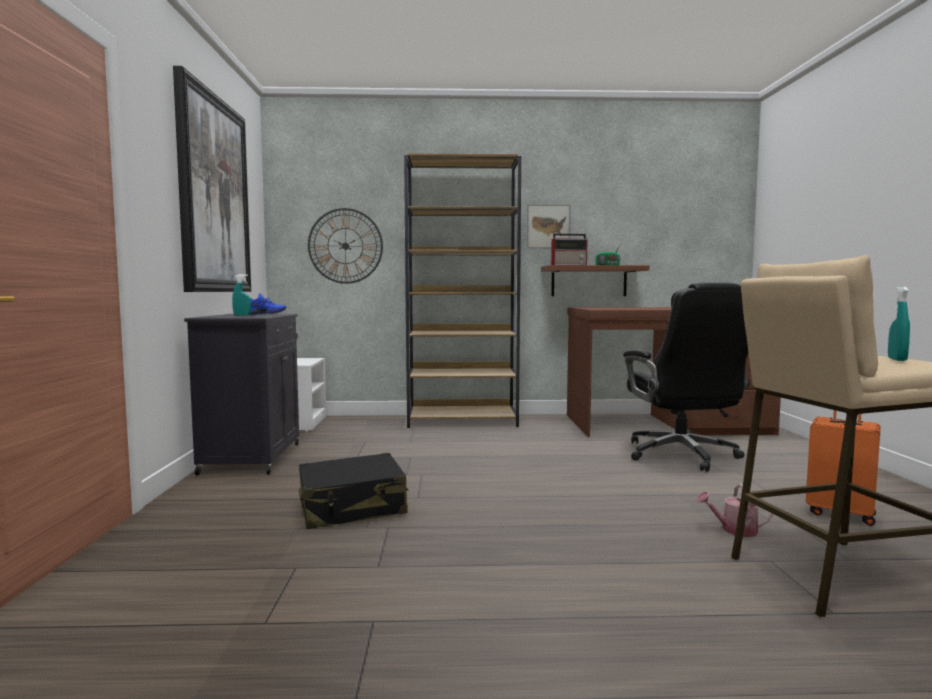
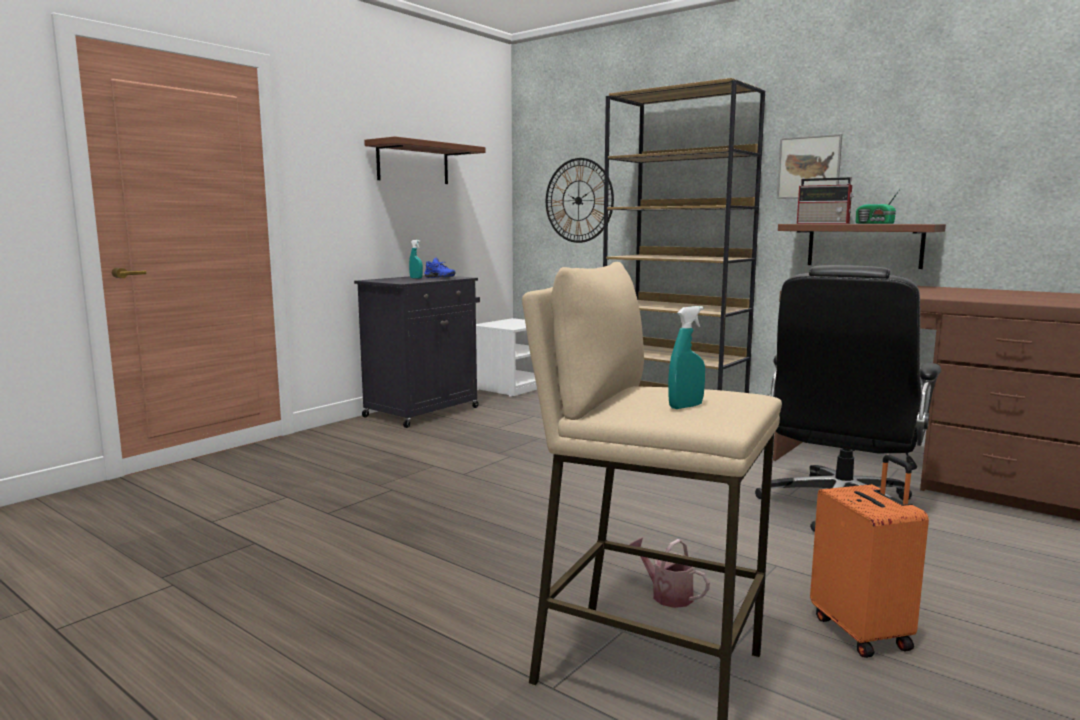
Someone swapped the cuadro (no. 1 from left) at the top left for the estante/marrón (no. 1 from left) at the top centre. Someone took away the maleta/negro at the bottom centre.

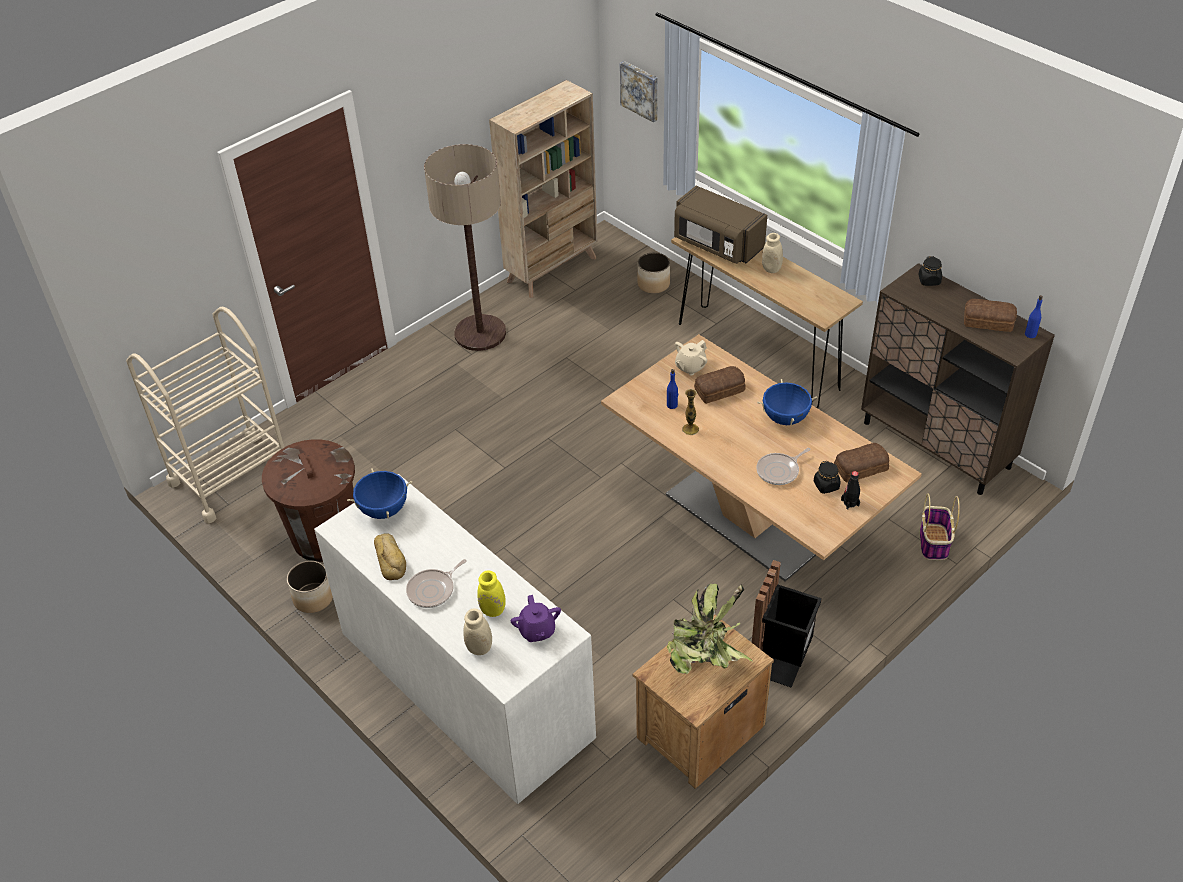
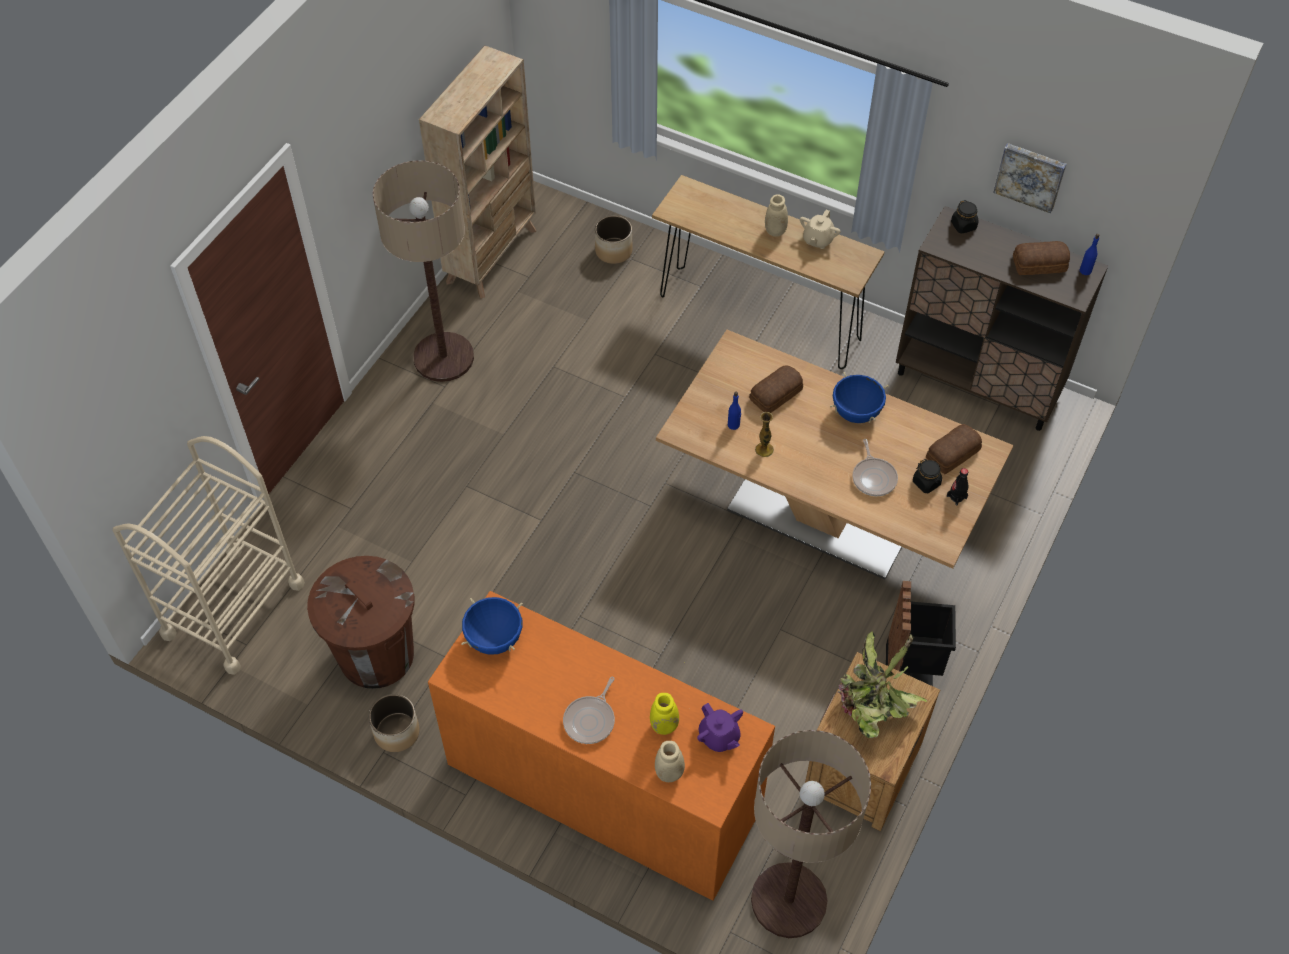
Someone repainted the cómoda/blanco at the bottom centre, which became the cómoda/naranja at the bottom centre. Someone put down the lámpara de pie (no. 2 from left) at the bottom centre. Someone carried the tetera/beis from the centre to the top centre. Someone rotated the sartén (no. 2 from left) at the centre by 45 degrees counterclockwise. Someone carried the cuadro from the top centre to the top right. Someone took away the pan (no. 1 from left) at the middle left. Someone took away the microondas/marrón at the top centre. Someone took away the cesta at the middle right.

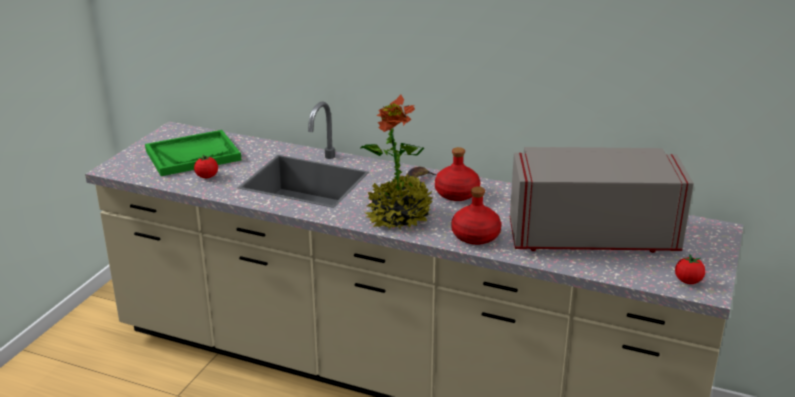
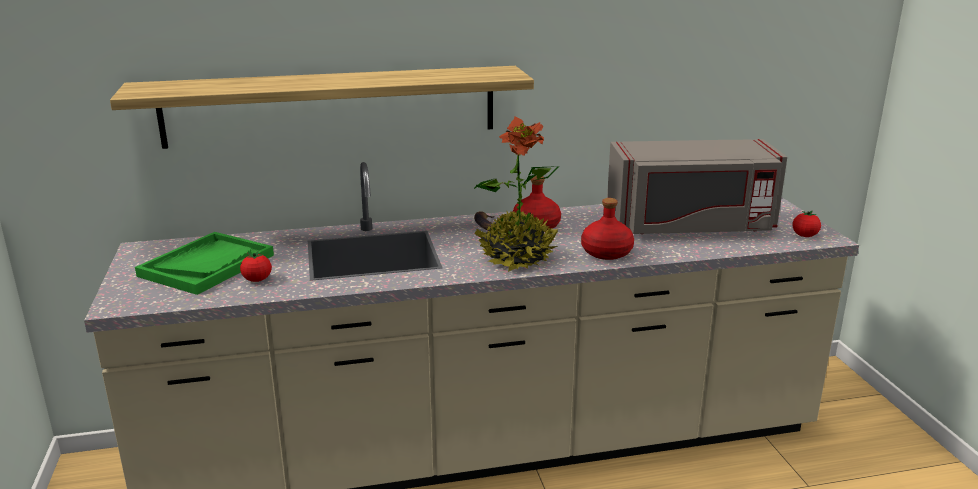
Someone put up the estante at the top left. Someone rotated the microondas/gris at the middle right by 150 degrees counterclockwise.

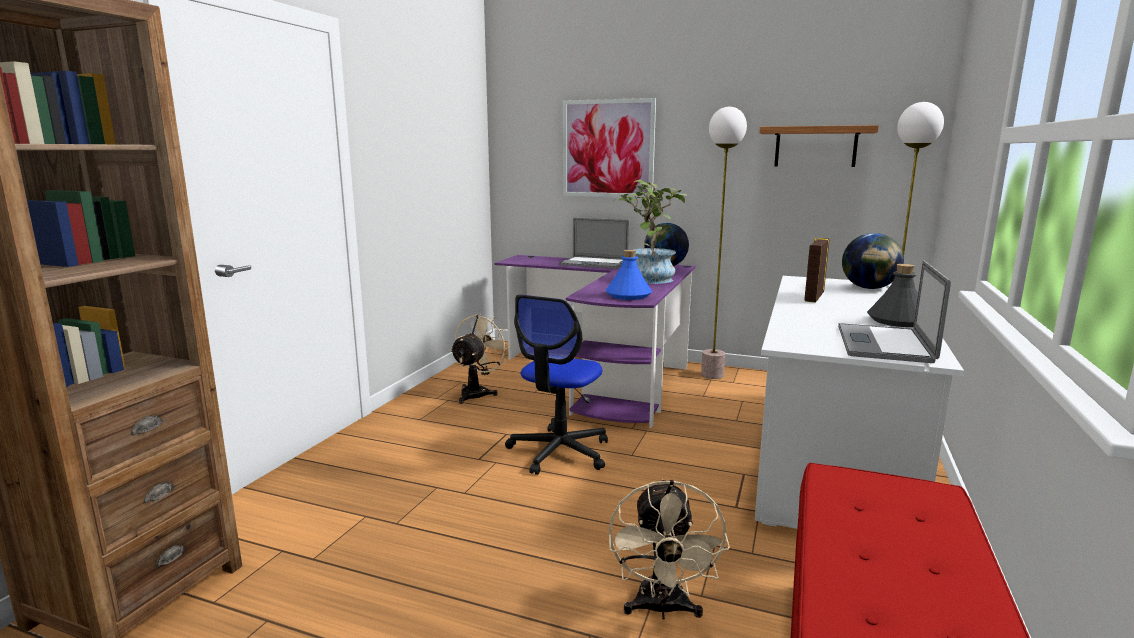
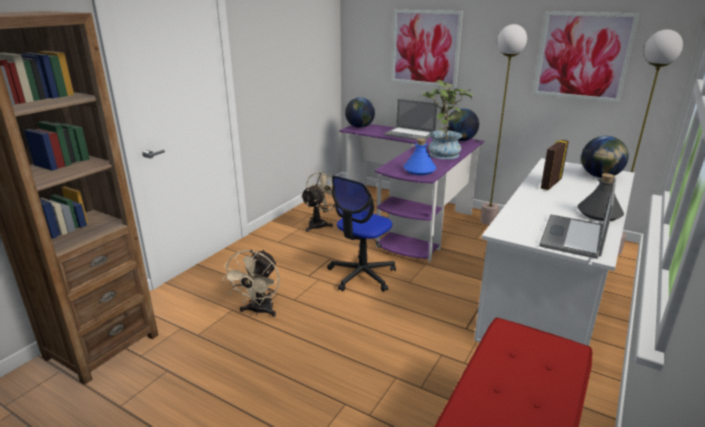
Someone carried the ventilador/beis (no. 2 from left in the first image) from the bottom centre to the centre. Someone put down the globo terráqueo (no. 1 from left) at the top centre. Someone swapped the estante at the top right for the cuadro (no. 2 from left) at the top right.

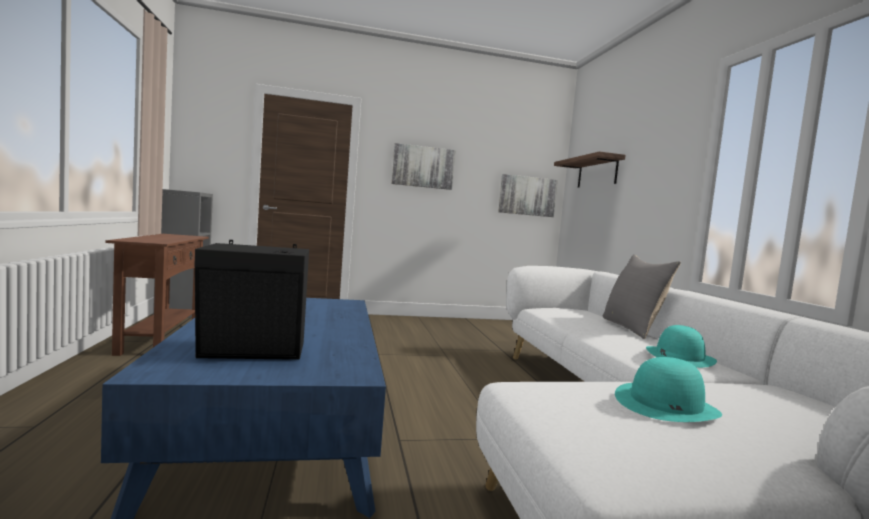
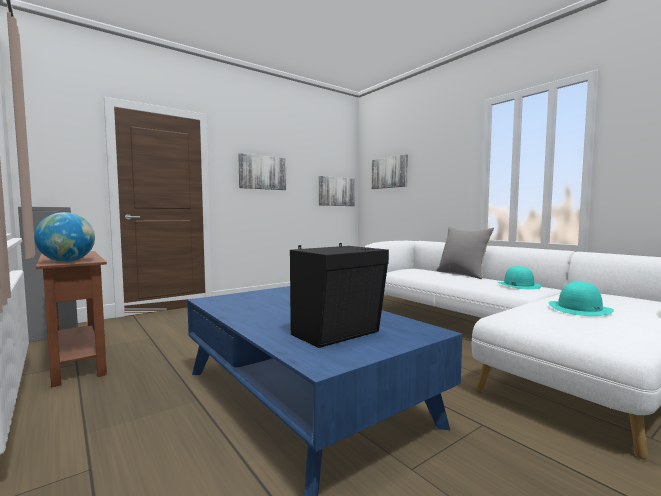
Someone put down the globo terráqueo at the middle left. Someone swapped the estante at the top right for the cuadro (no. 3 from left) at the centre.

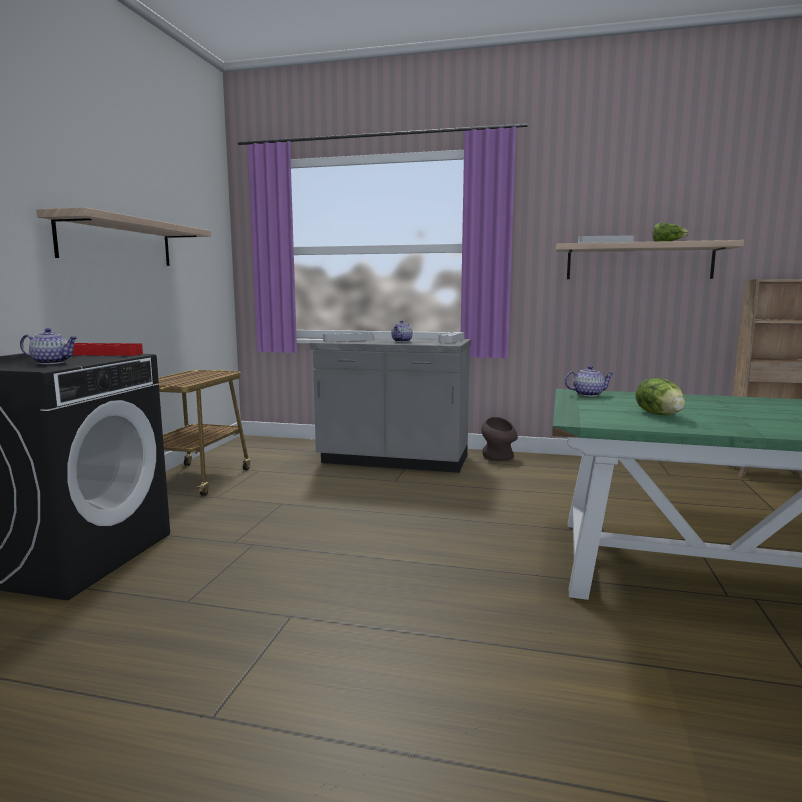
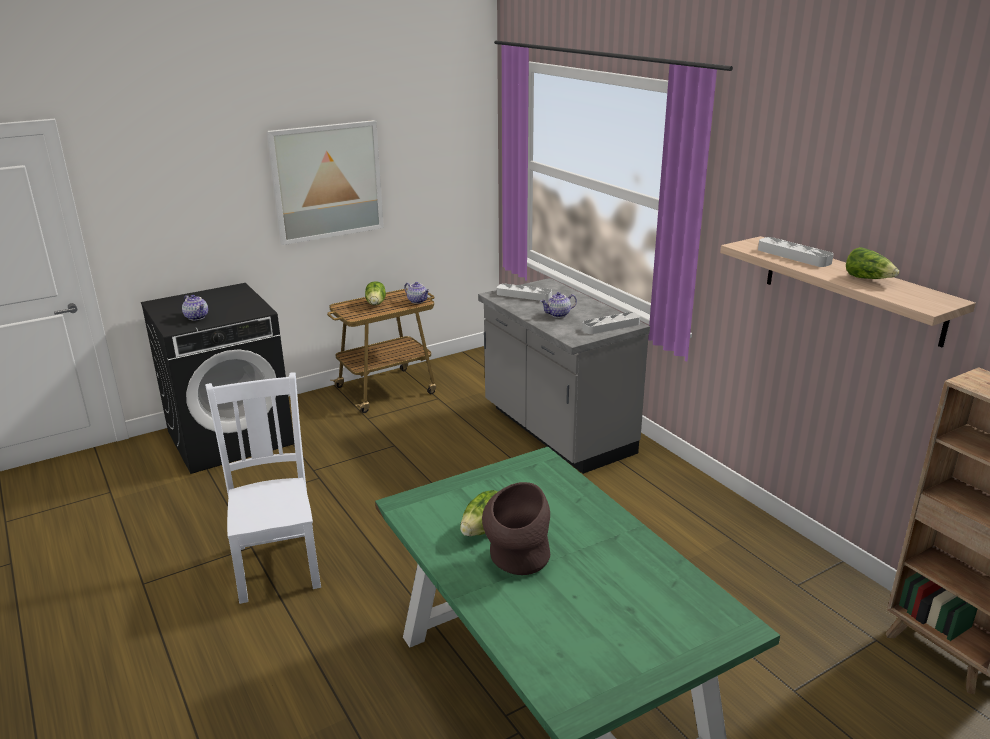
Someone put down the silla/blanco at the middle left. Someone swapped the estante (no. 1 from left) at the top left for the cuadro at the top left. Someone put down the lechuga (no. 1 from left) at the centre. Someone carried the tetera (no. 3 from left in the first image) from the middle right to the centre. Someone carried the florero/marrón from the centre to the bottom centre. Someone took away the bandeja/rojo at the middle left.

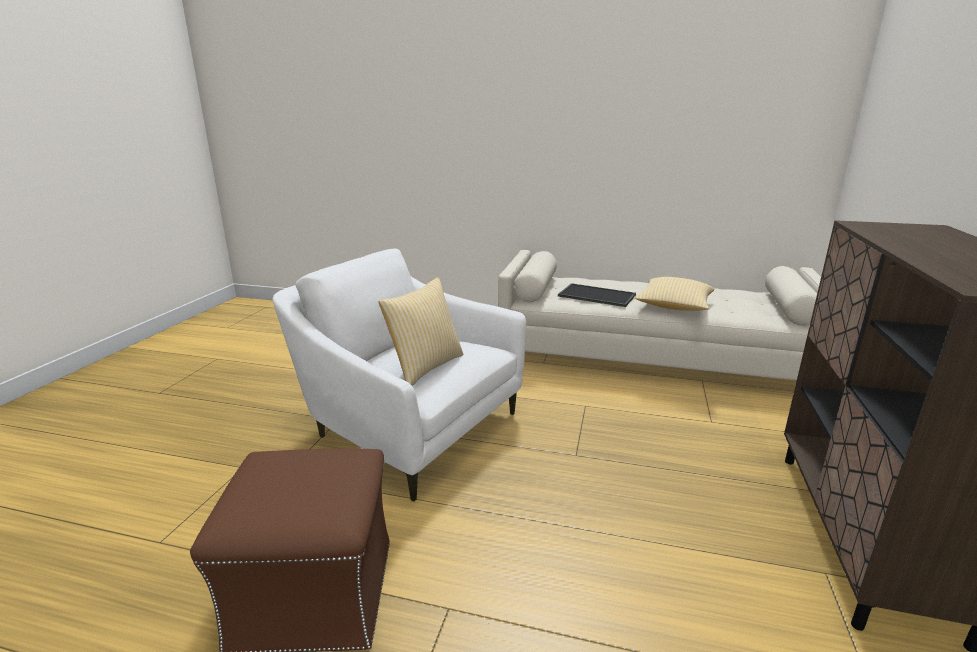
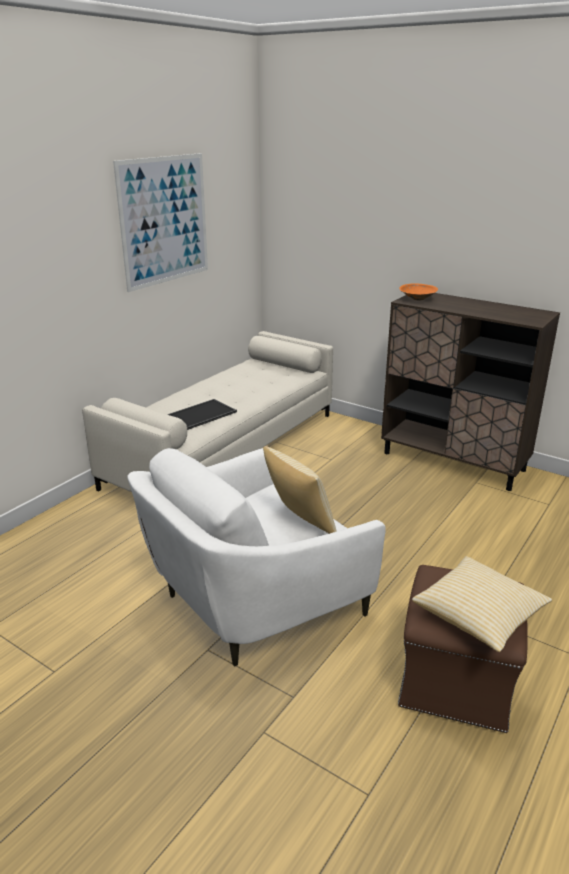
Someone put up the cuadro at the top left. Someone put down the cuenco/naranja at the middle right. Someone carried the cojín (no. 2 from left) from the middle right to the bottom right.

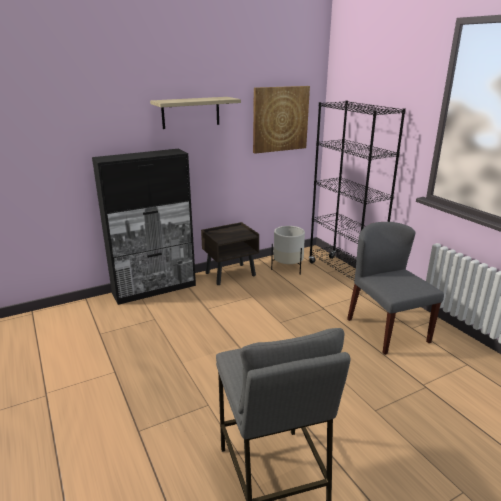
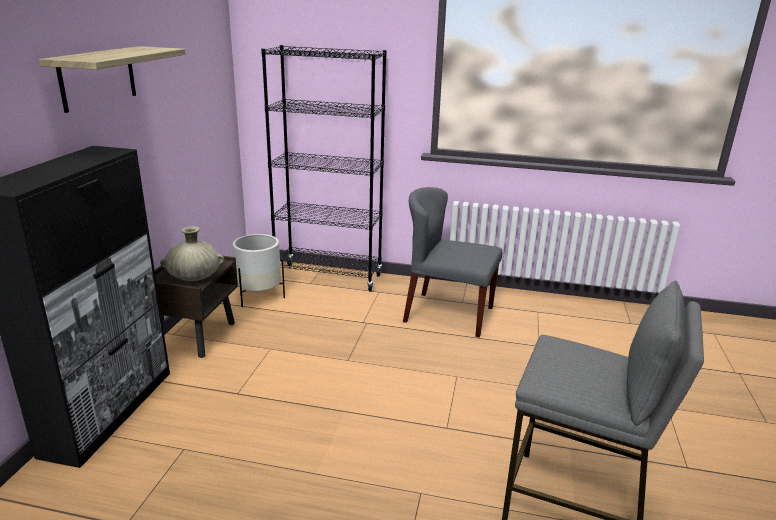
Someone put down the florero/beis at the middle left. Someone took away the cuadro at the top centre.

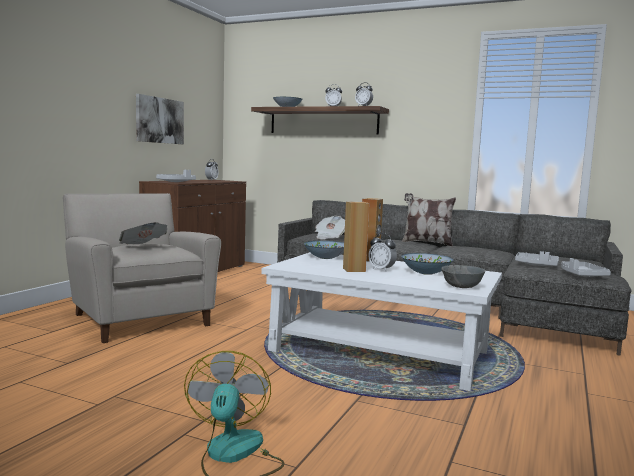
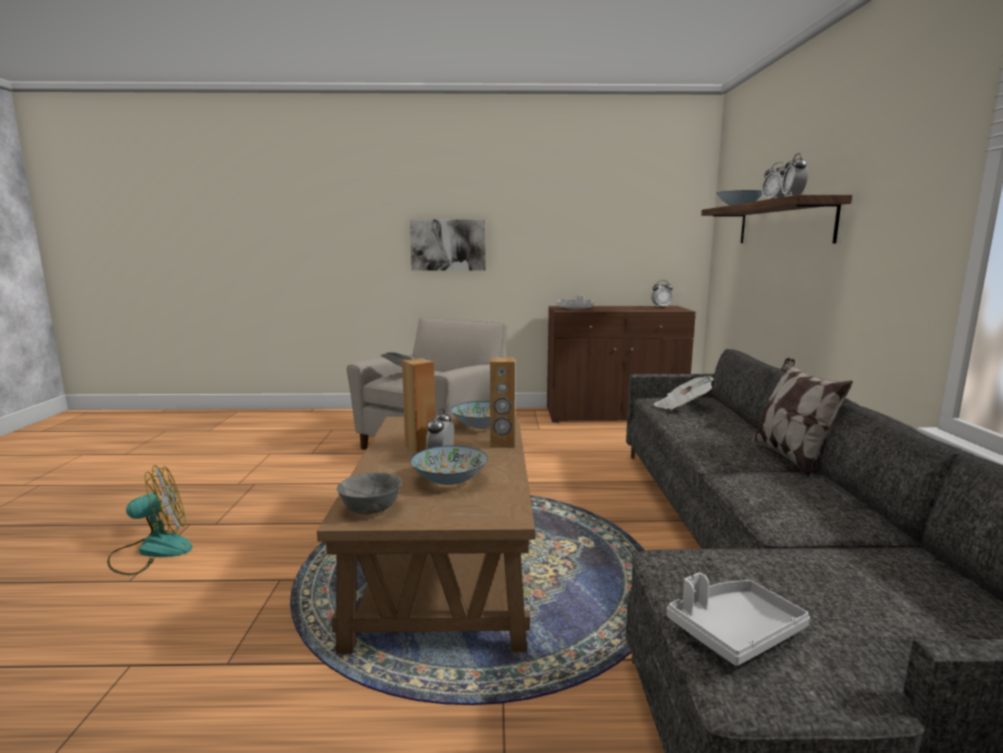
Someone repainted the mesa de centro/blanco at the bottom centre, which became the mesa de centro/marrón at the bottom centre. Someone carried the cuadro from the top left to the top centre. Someone took away the bandeja/gris (no. 2 from left) at the middle right.

